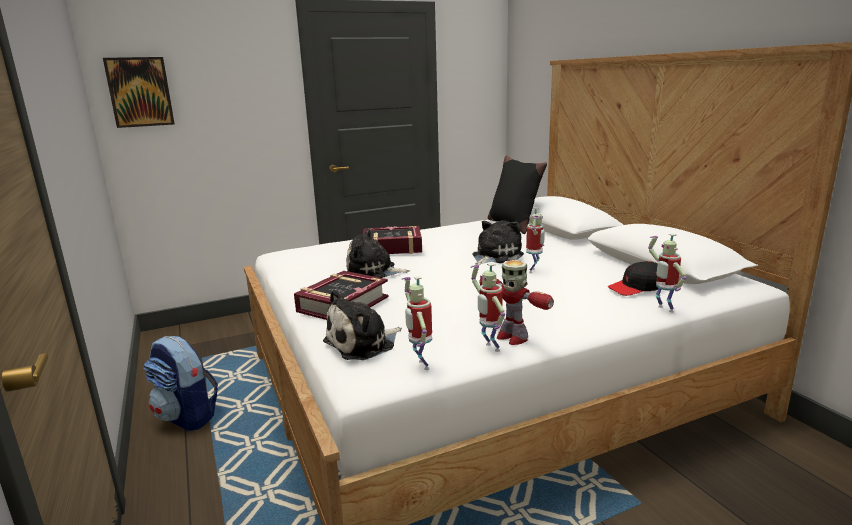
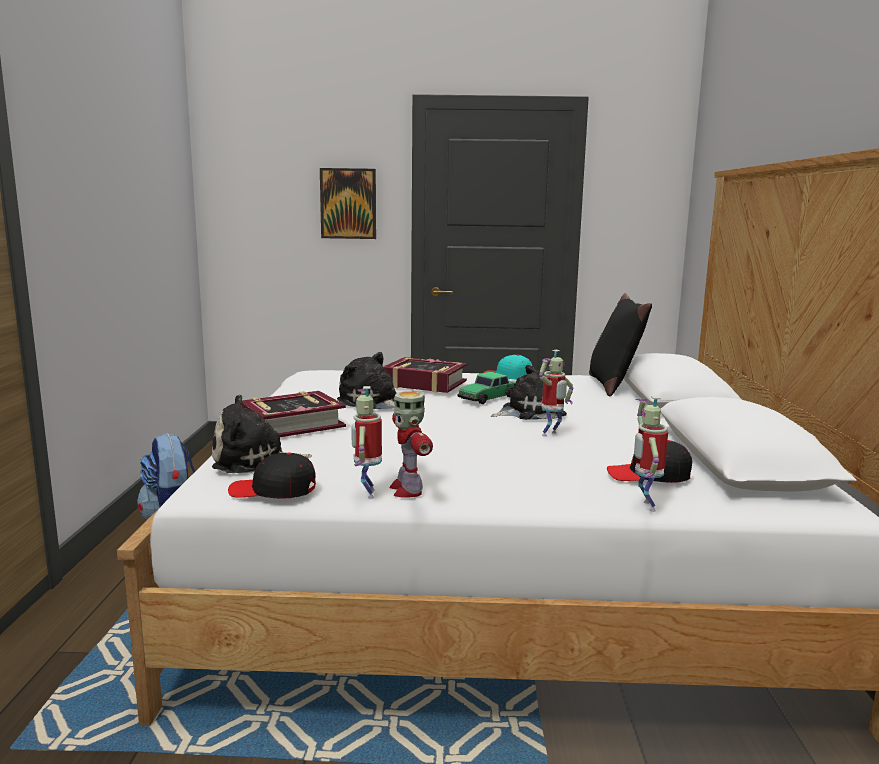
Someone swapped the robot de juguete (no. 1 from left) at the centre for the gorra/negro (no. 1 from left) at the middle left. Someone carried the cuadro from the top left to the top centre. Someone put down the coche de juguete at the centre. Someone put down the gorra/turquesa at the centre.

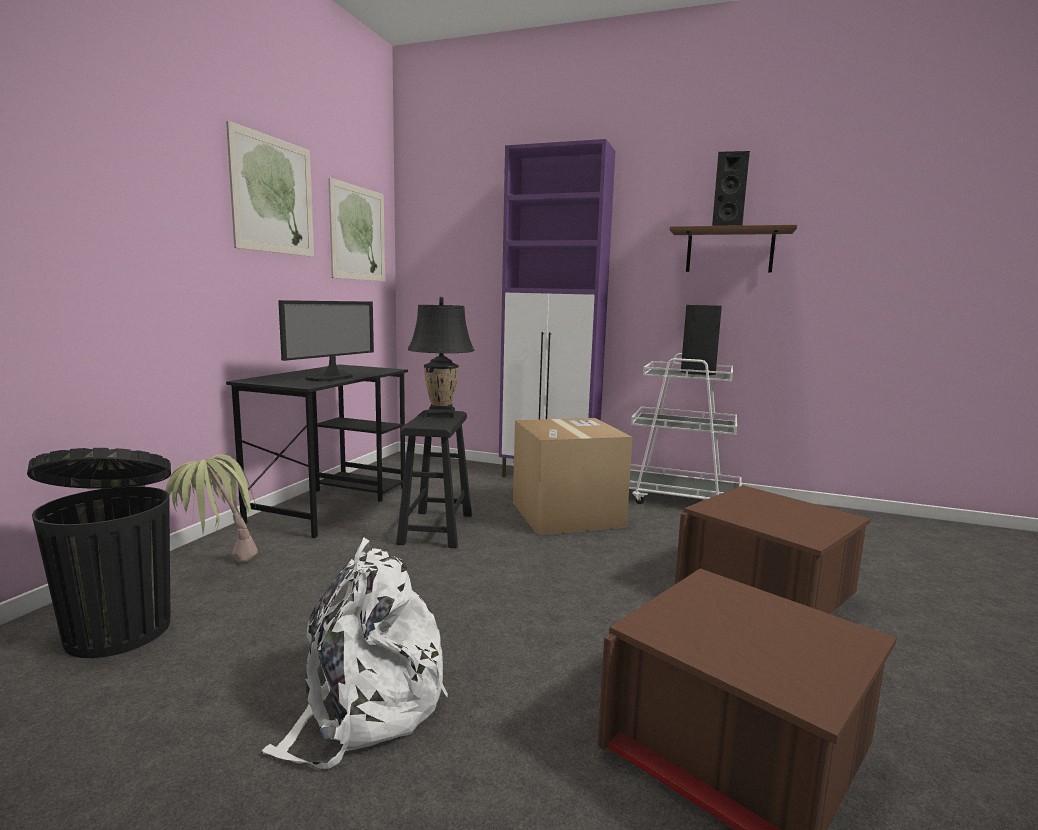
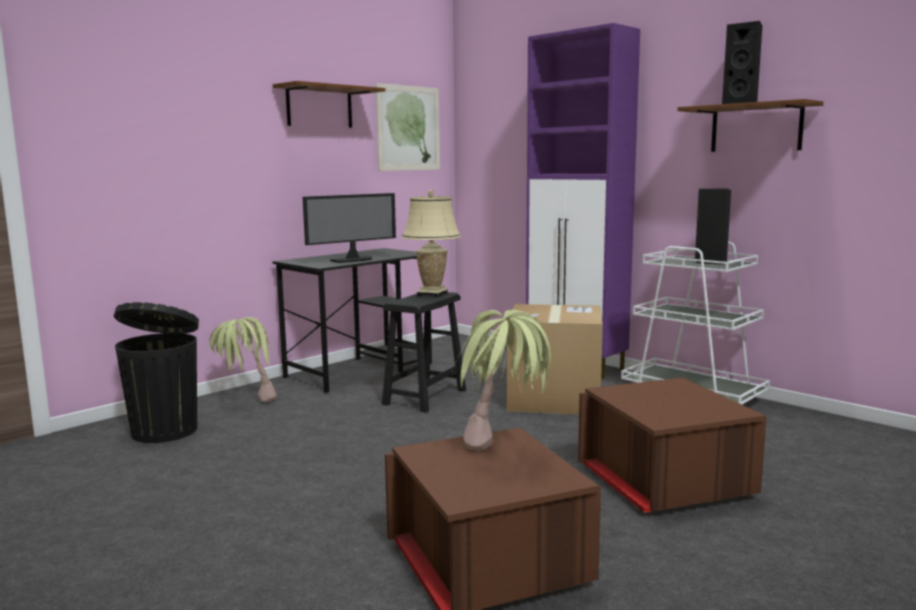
Someone swapped the cuadro (no. 1 from left) at the top left for the estante/marrón (no. 1 from left) at the top centre. Someone repainted the lámpara de mesa/negro at the centre, which became the lámpara de mesa/beis at the centre. Someone put down the planta en maceta (no. 2 from left) at the centre. Someone took away the mochila/blanco at the bottom centre.

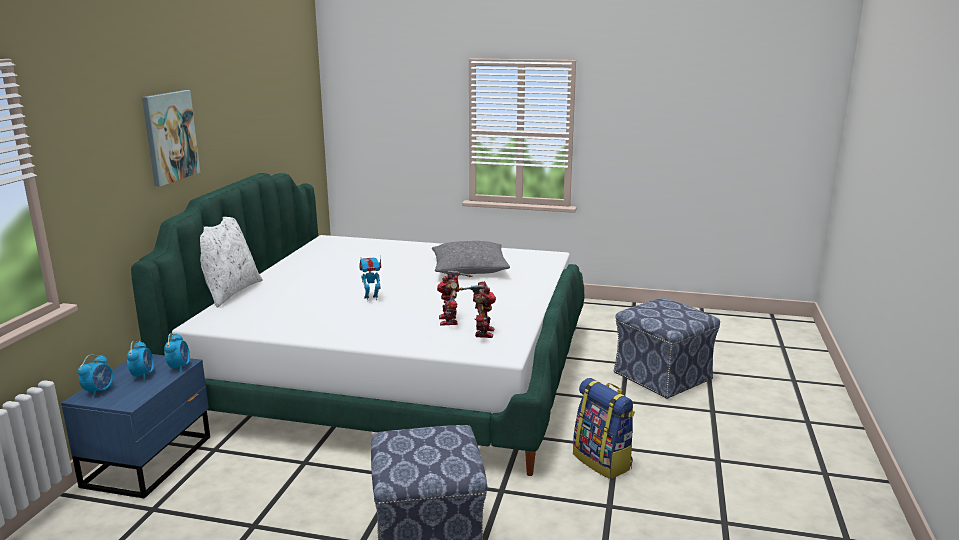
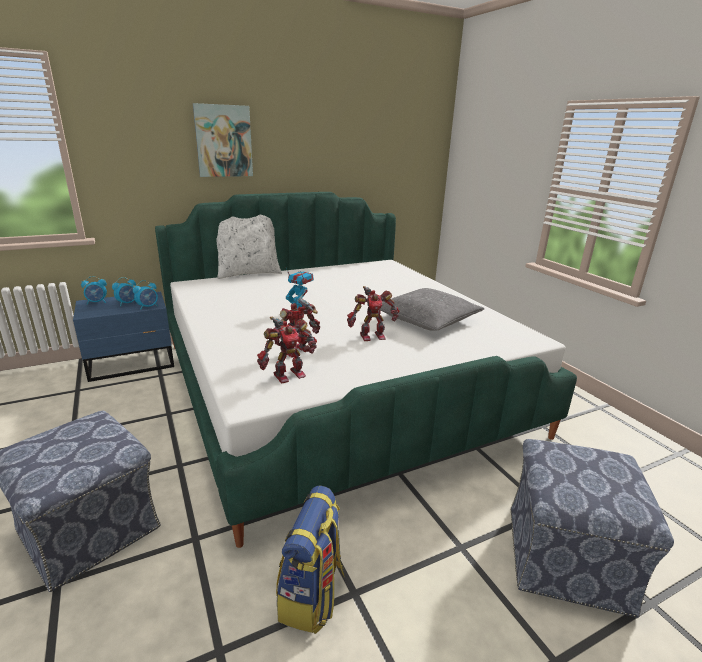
Someone put down the robot de juguete (no. 4 from left) at the centre.

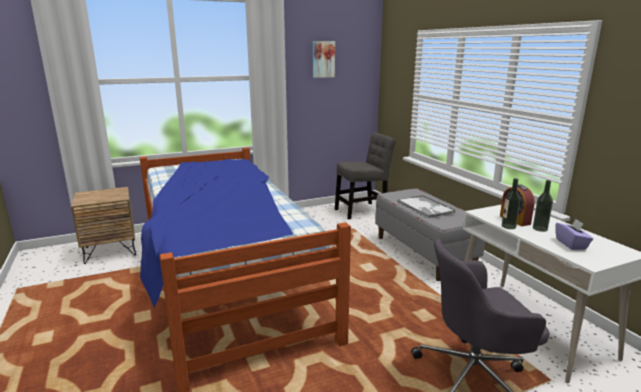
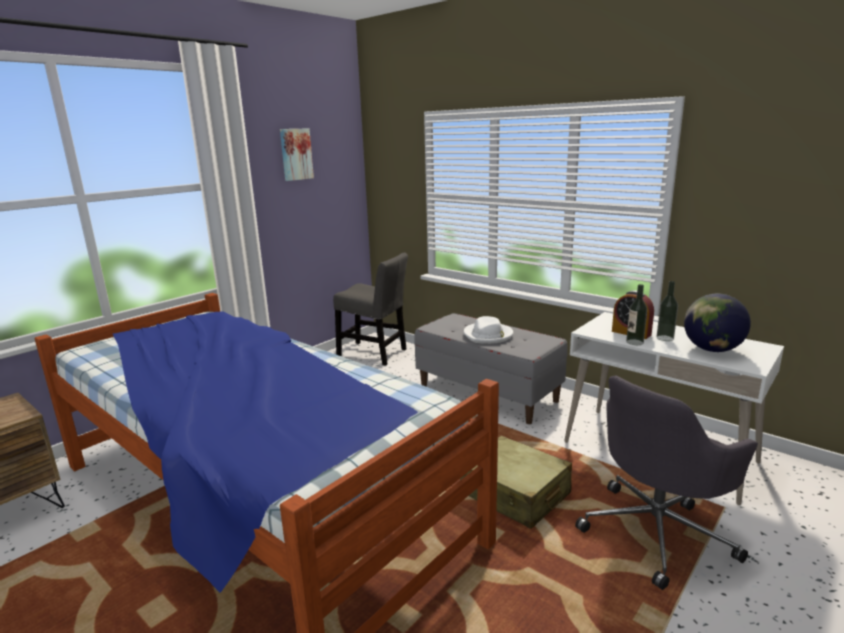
Someone rotated the silla/gris at the centre by 75 degrees clockwise. Someone put down the maleta/beis at the bottom centre. Someone swapped the bandeja at the centre for the sombrero/blanco at the centre. Someone swapped the caja de pañuelos/morado at the middle right for the globo terráqueo at the middle right.

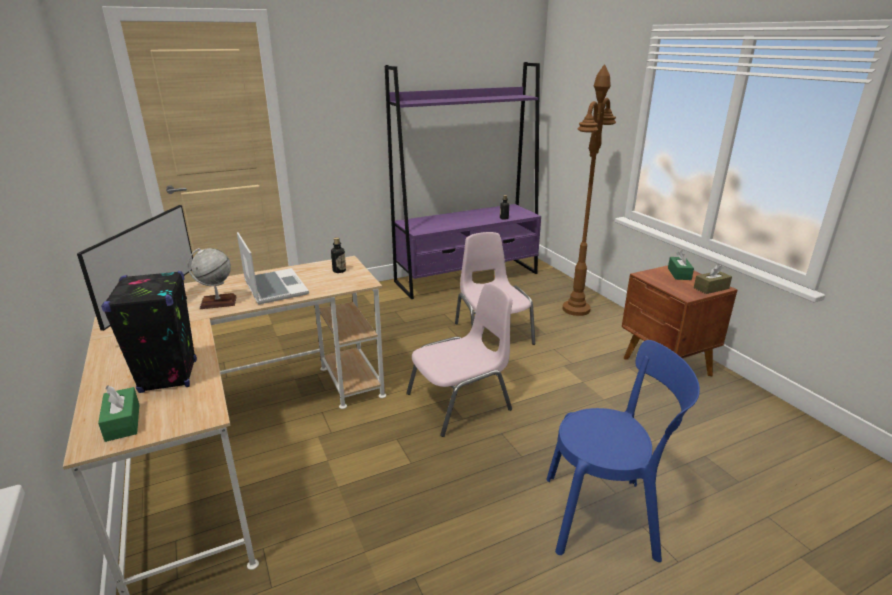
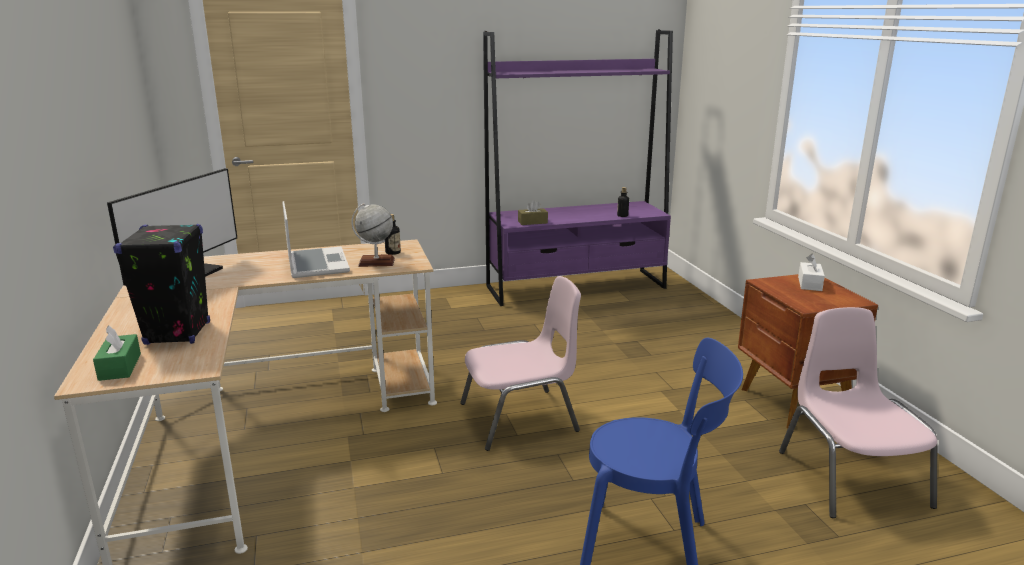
Someone carried the globo terráqueo from the middle left to the centre. Someone carried the caja de pañuelos/marrón from the middle right to the centre. Someone carried the silla/rosa (no. 2 from left) from the centre to the bottom right. Someone repainted the caja de pañuelos/verde (no. 2 from left) at the middle right, which became the caja de pañuelos/blanco at the middle right. Someone took away the lámpara de pie/marrón at the top centre.

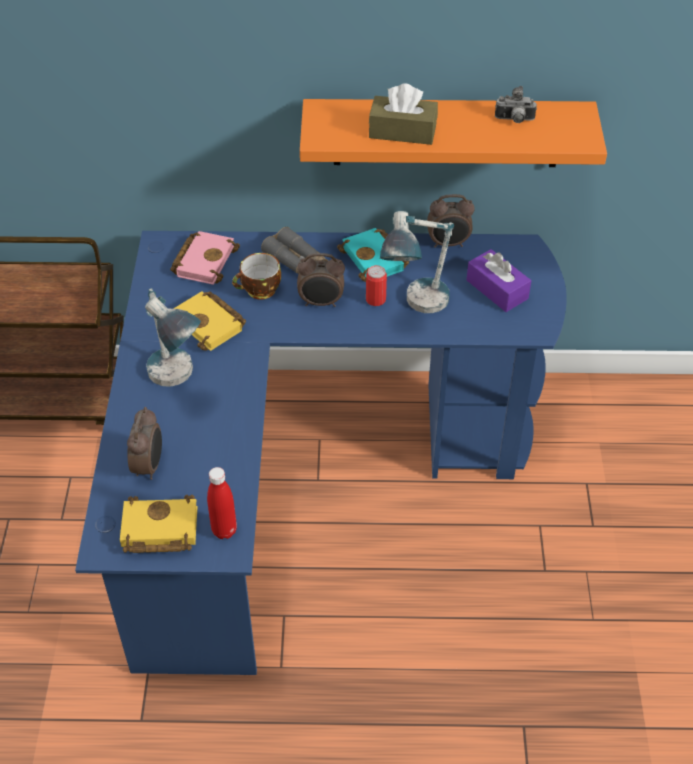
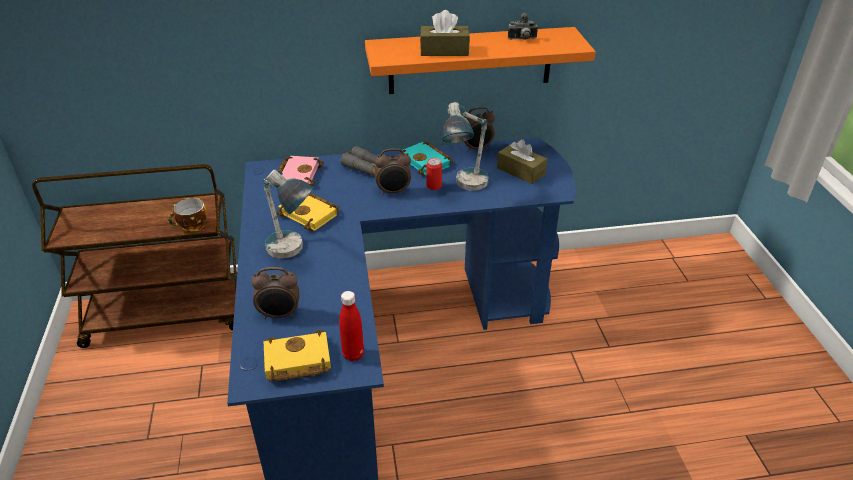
Someone carried the taza from the centre to the middle left. Someone rotated the despertador (no. 1 from left) at the middle left by 90 degrees clockwise. Someone repainted the caja de pañuelos/morado at the middle right, which became the caja de pañuelos/marrón (no. 2 from left) at the centre.

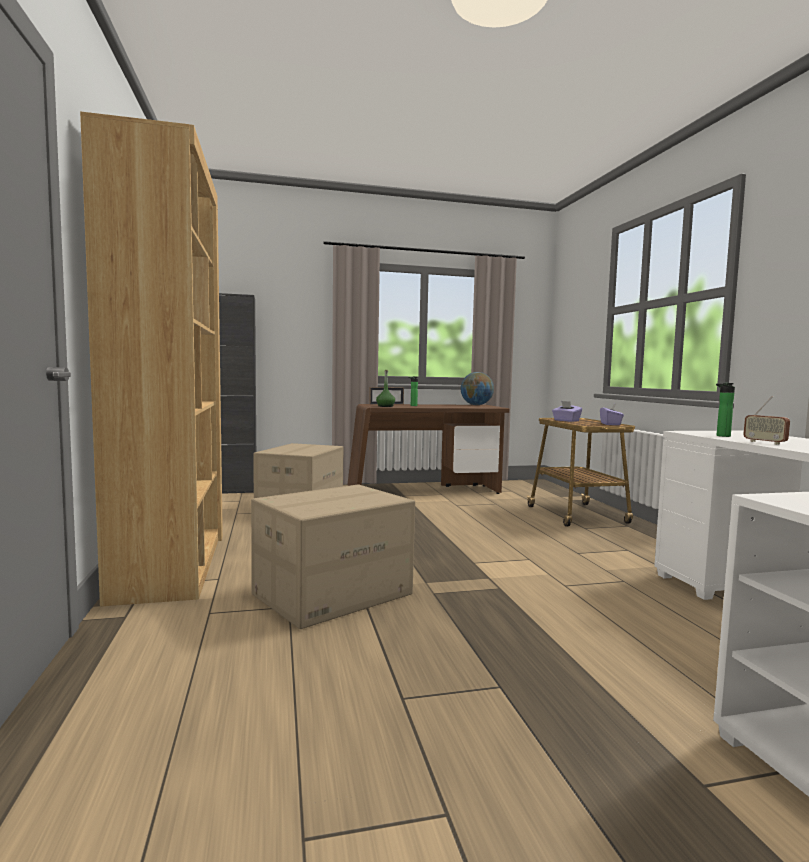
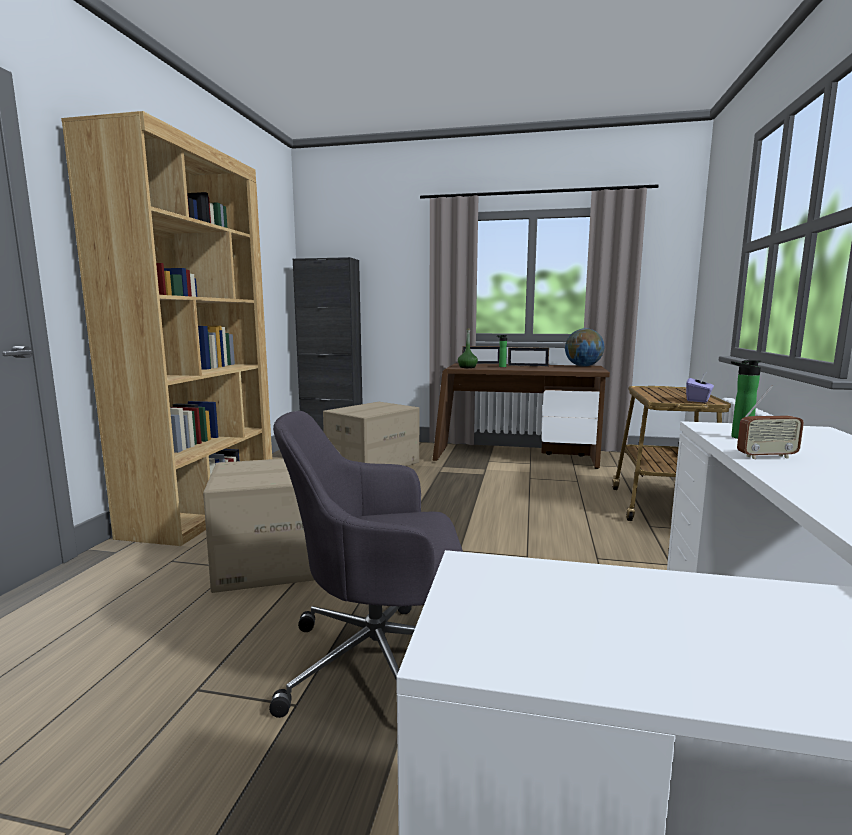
Someone put down the silla de oficina/gris at the bottom centre. Someone put down the portarretratos (no. 2 from left) at the centre. Someone rotated the radio at the middle right by 90 degrees counterclockwise. Someone took away the caja de pañuelos/morado (no. 1 from left) at the middle right.

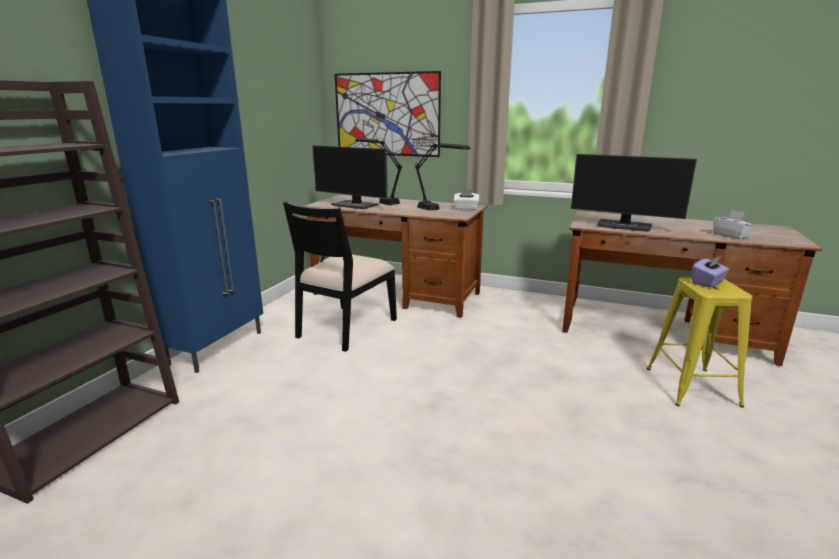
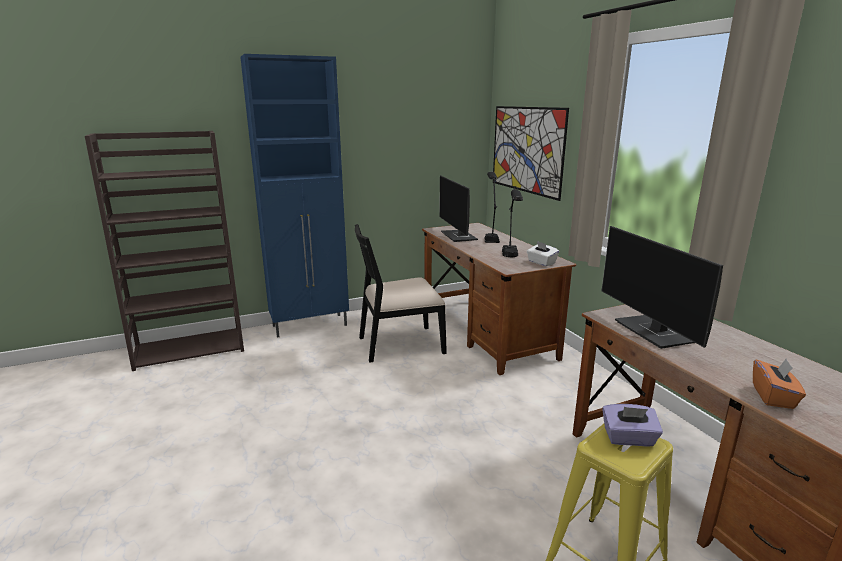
Someone repainted the caja de pañuelos/blanco (no. 2 from left) at the middle right, which became the caja de pañuelos/naranja at the bottom right.

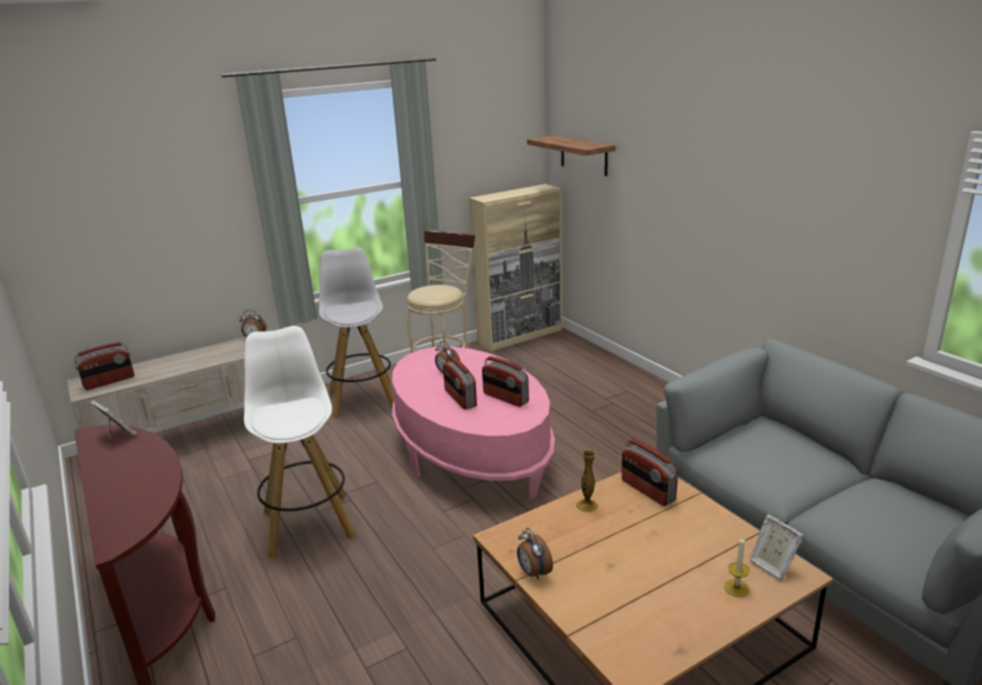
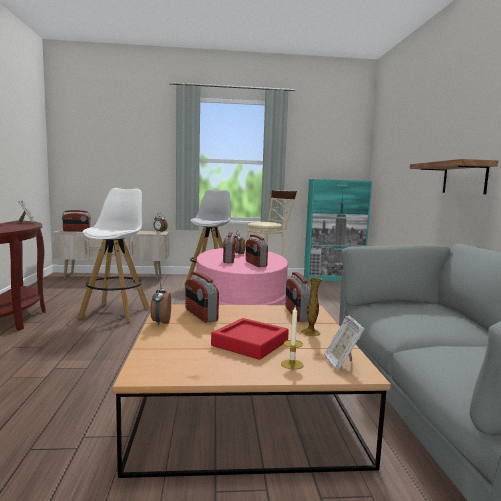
Someone put down the radio (no. 2 from left) at the centre. Someone put down the bandeja/rojo at the bottom centre. Someone carried the florero from the bottom centre to the centre. Someone repainted the armario/beis at the centre, which became the armario/turquesa at the middle right. Someone carried the estante from the top centre to the middle right.

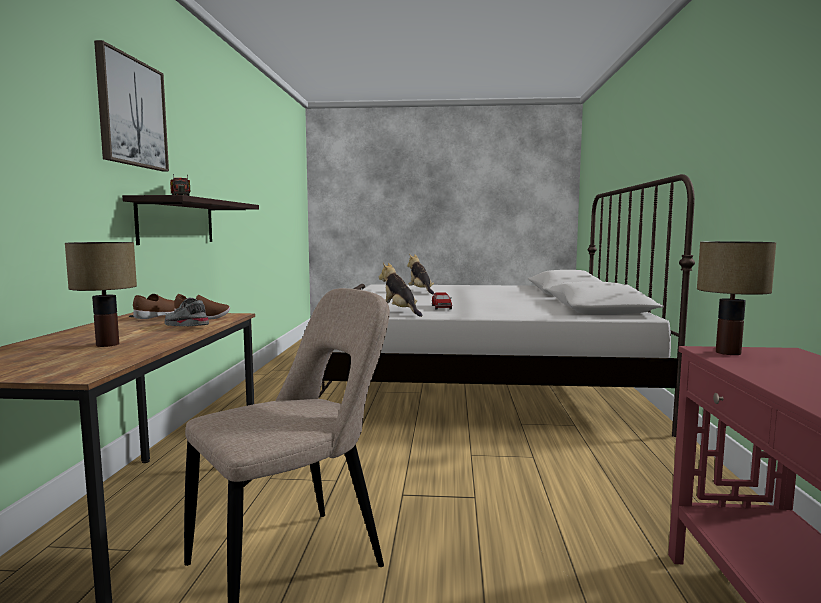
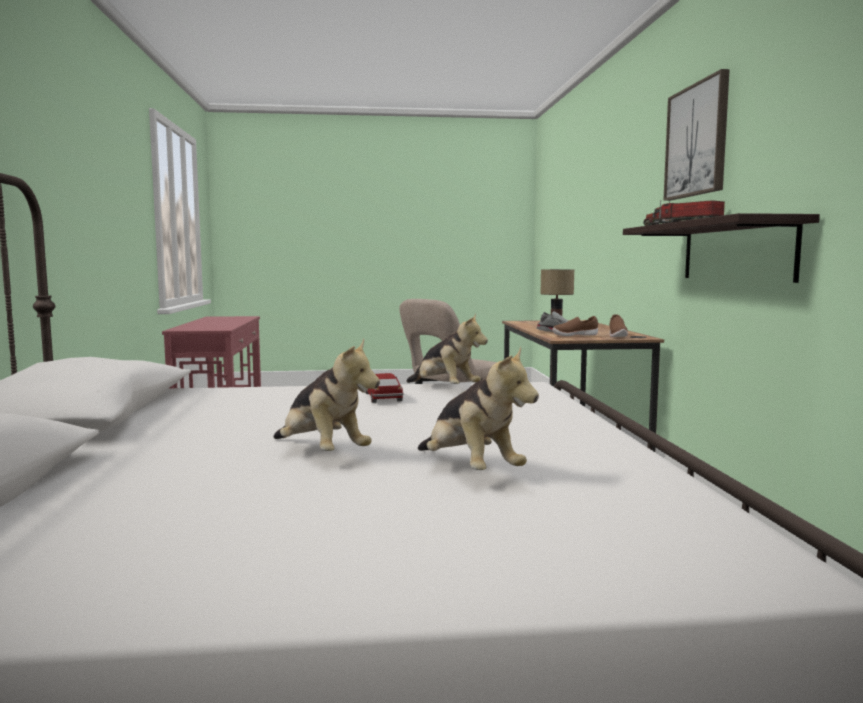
Someone put down the peluche (no. 1 from left) at the centre. Someone took away the lámpara de mesa (no. 2 from left) at the middle right.

